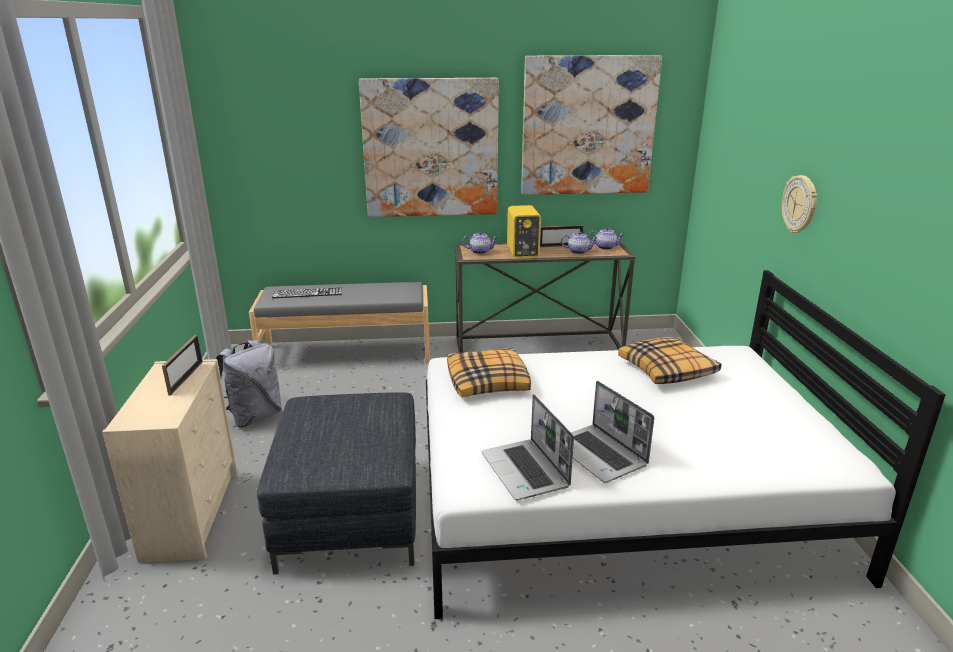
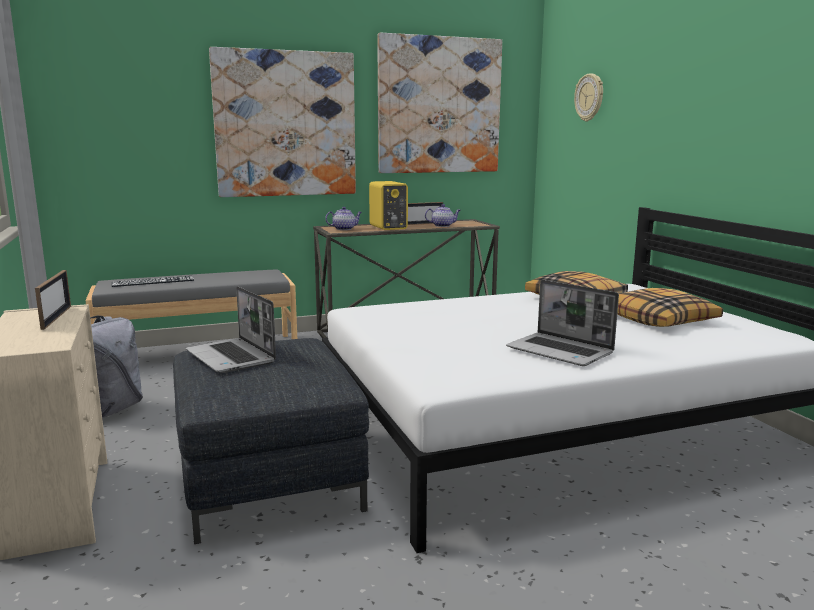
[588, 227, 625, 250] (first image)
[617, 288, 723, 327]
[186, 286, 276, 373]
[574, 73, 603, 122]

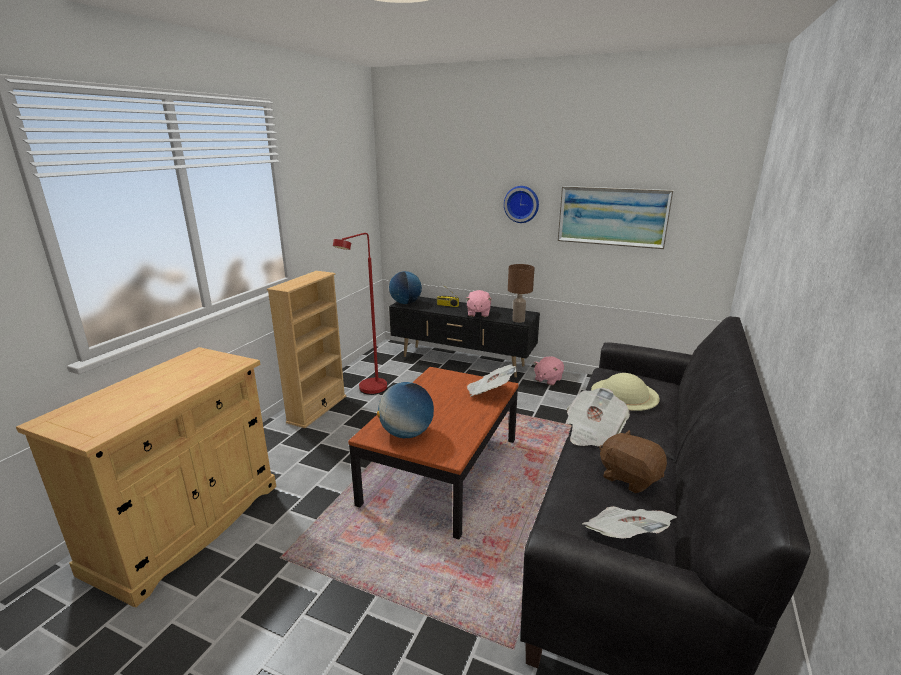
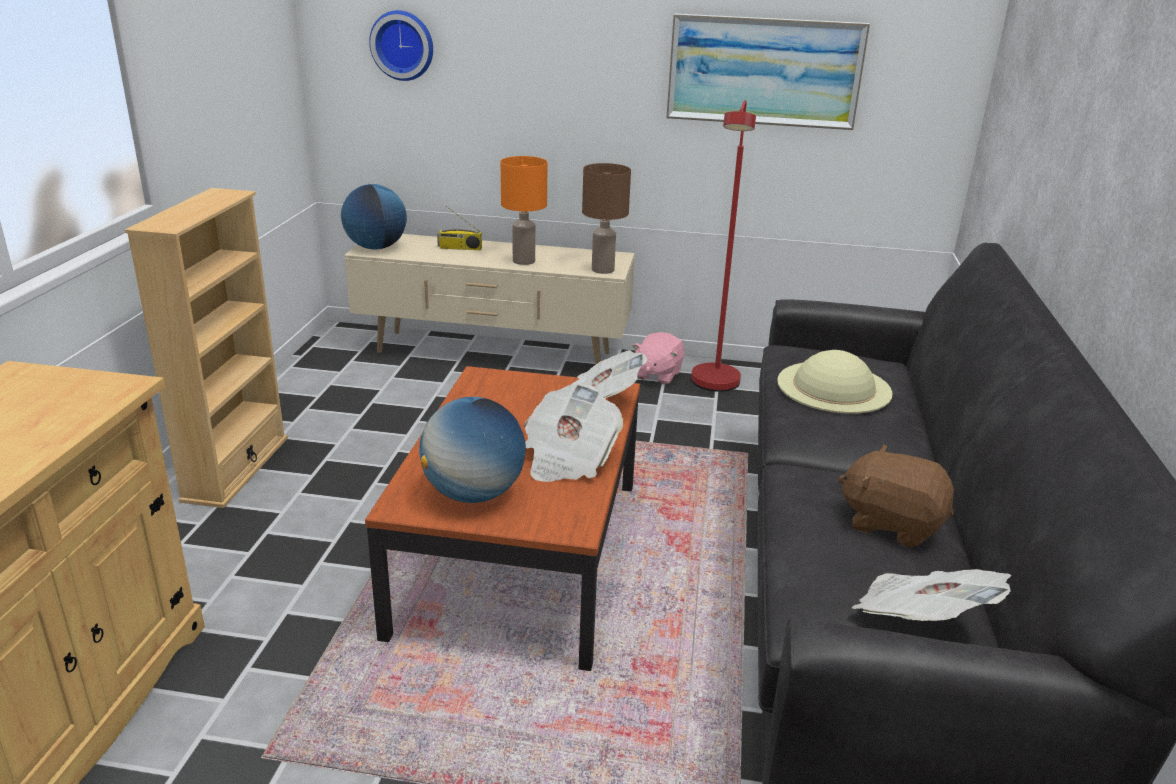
[691, 100, 756, 392]
[369, 10, 433, 81]
[524, 384, 623, 482]
[501, 156, 548, 265]
[345, 234, 635, 364]

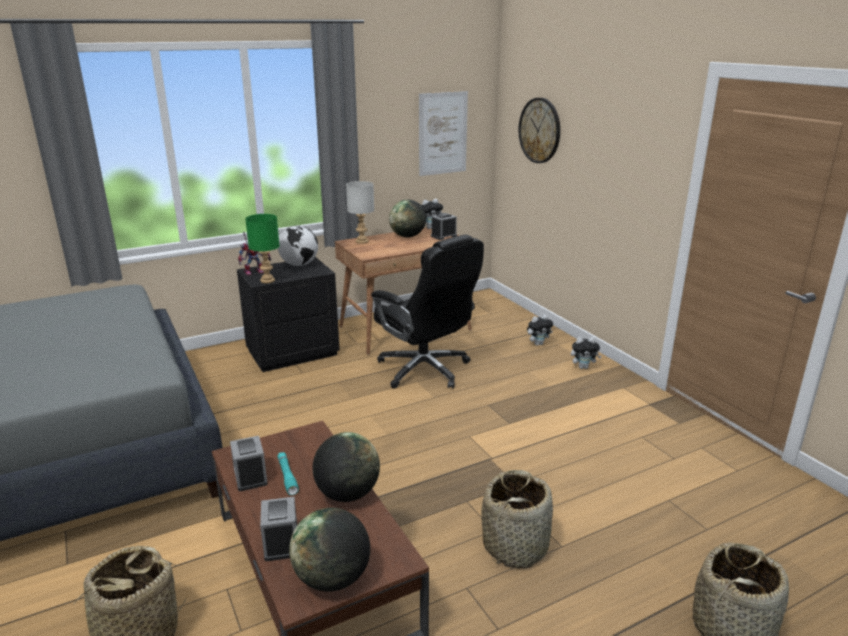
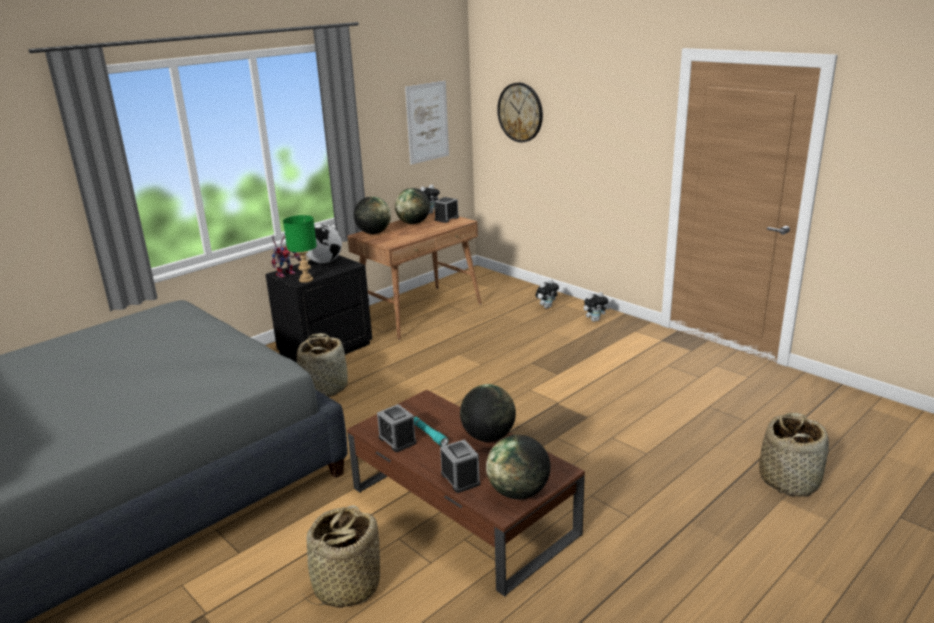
[371, 235, 484, 389] (first image)
[297, 333, 348, 397]
[354, 196, 391, 234]

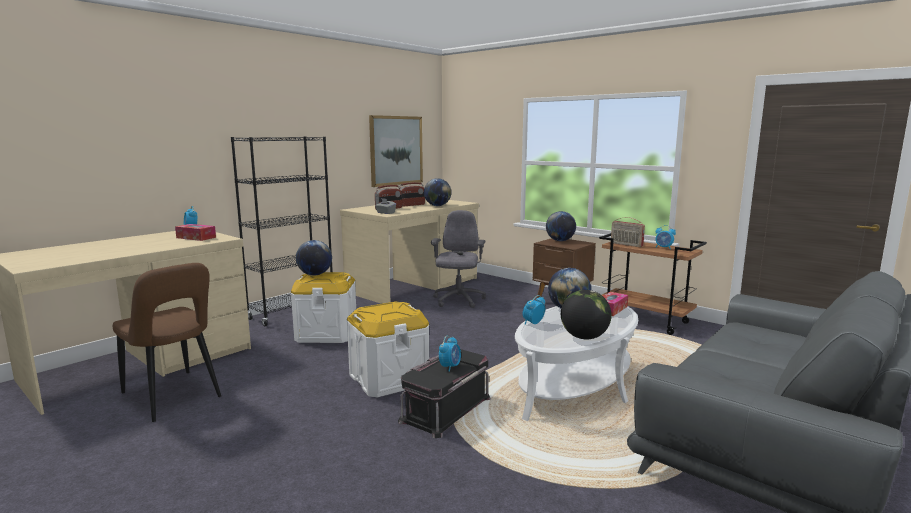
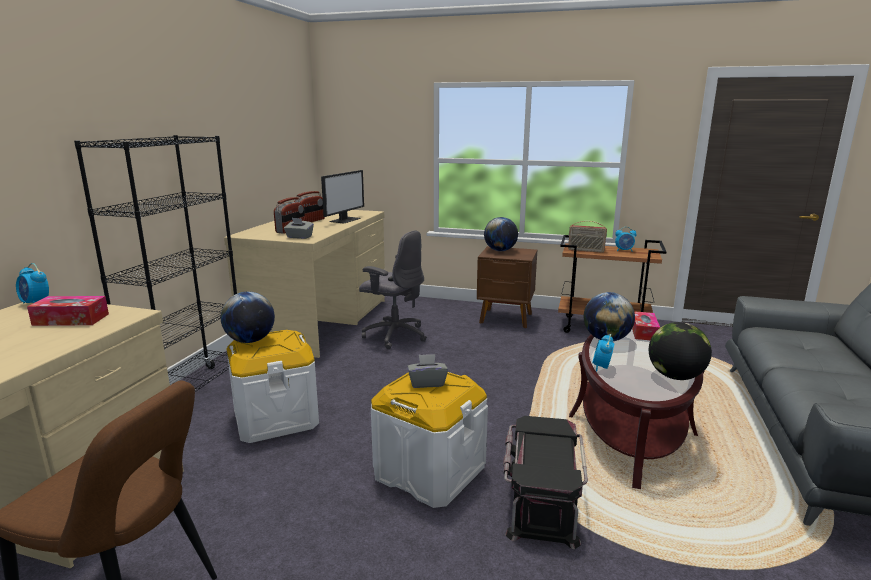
[369, 115, 423, 187] (first image)
[439, 336, 461, 372] (first image)
[408, 354, 448, 388]
[321, 170, 364, 223]
[569, 330, 704, 489]
[359, 230, 427, 349]

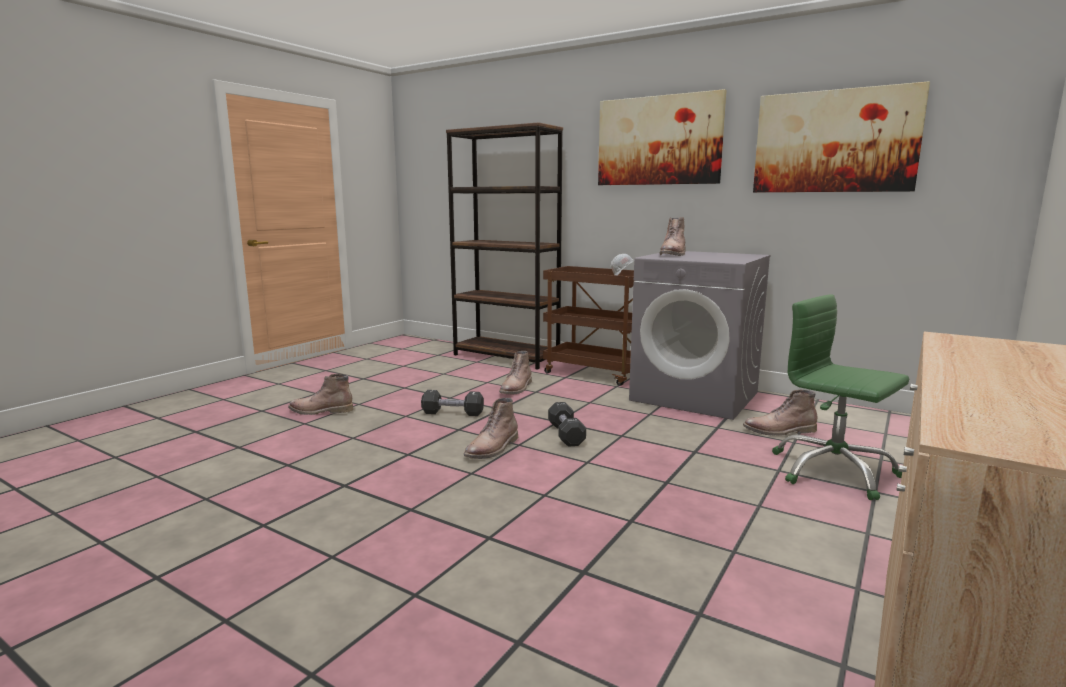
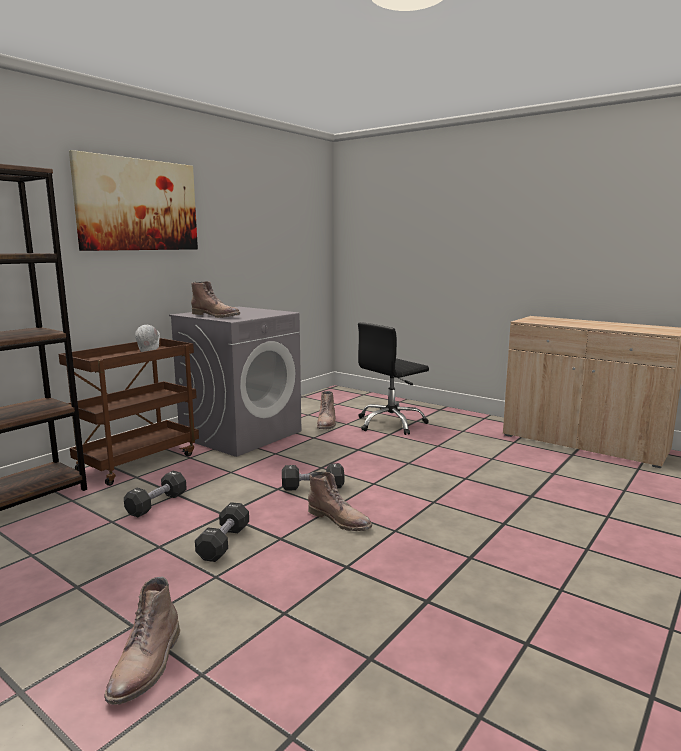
[753, 81, 930, 192] (first image)
[124, 471, 187, 517]
[358, 322, 429, 435]

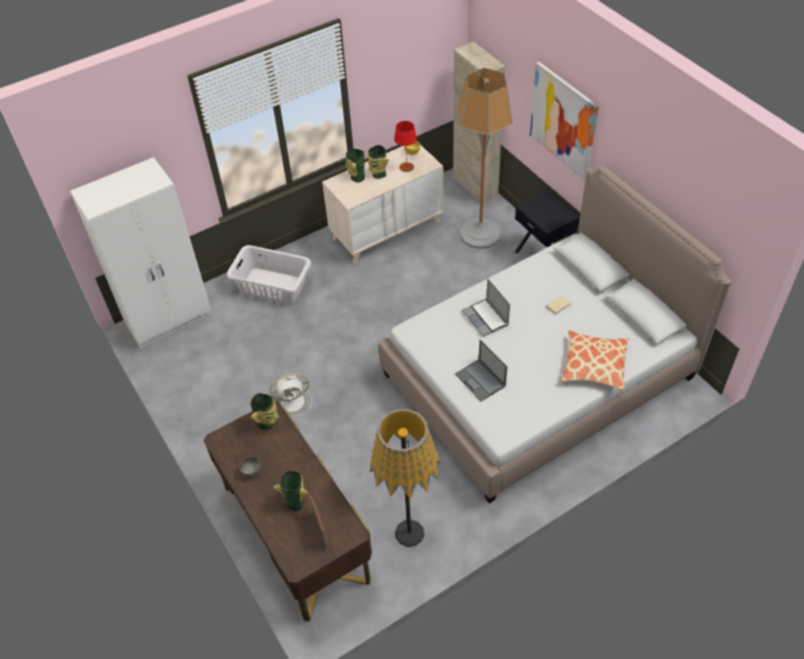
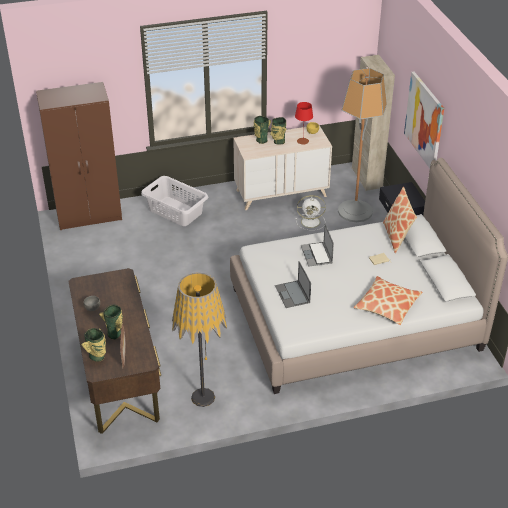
[383, 187, 417, 253]
[82, 328, 106, 362]
[295, 195, 326, 230]
[36, 82, 122, 230]

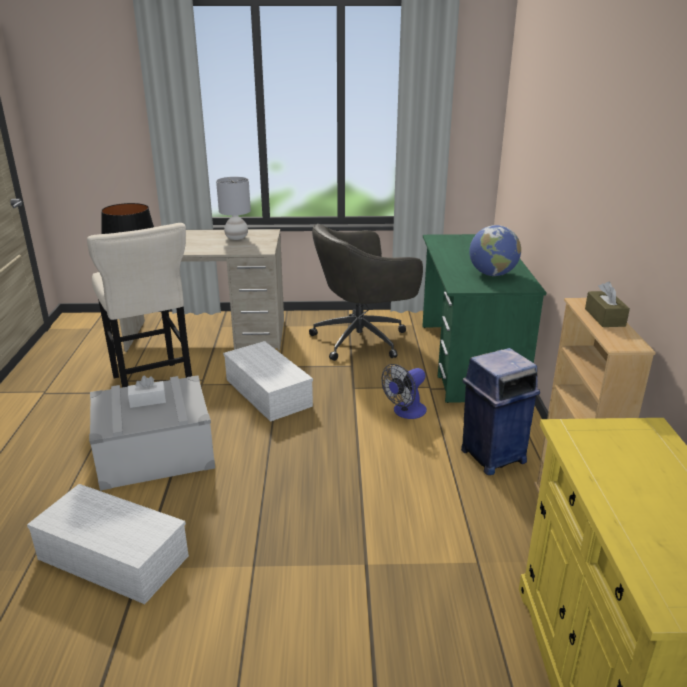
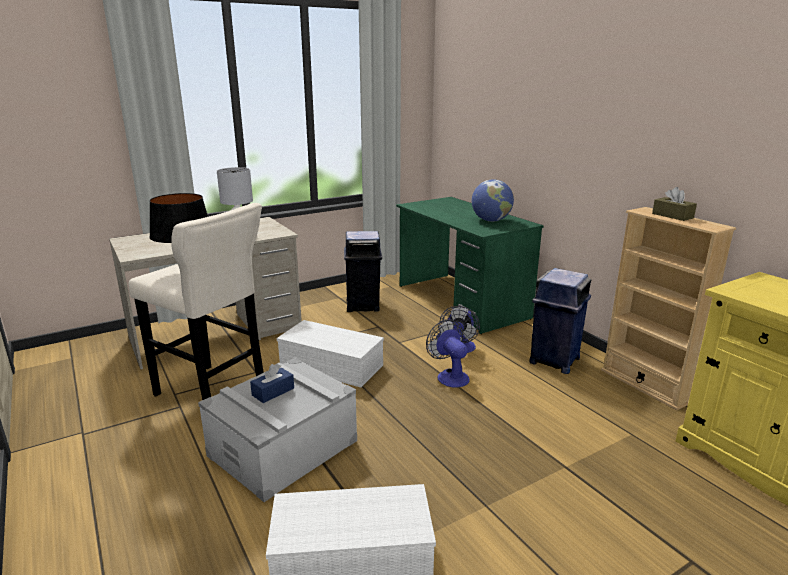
[426, 320, 470, 388]
[344, 231, 382, 312]
[250, 364, 294, 403]

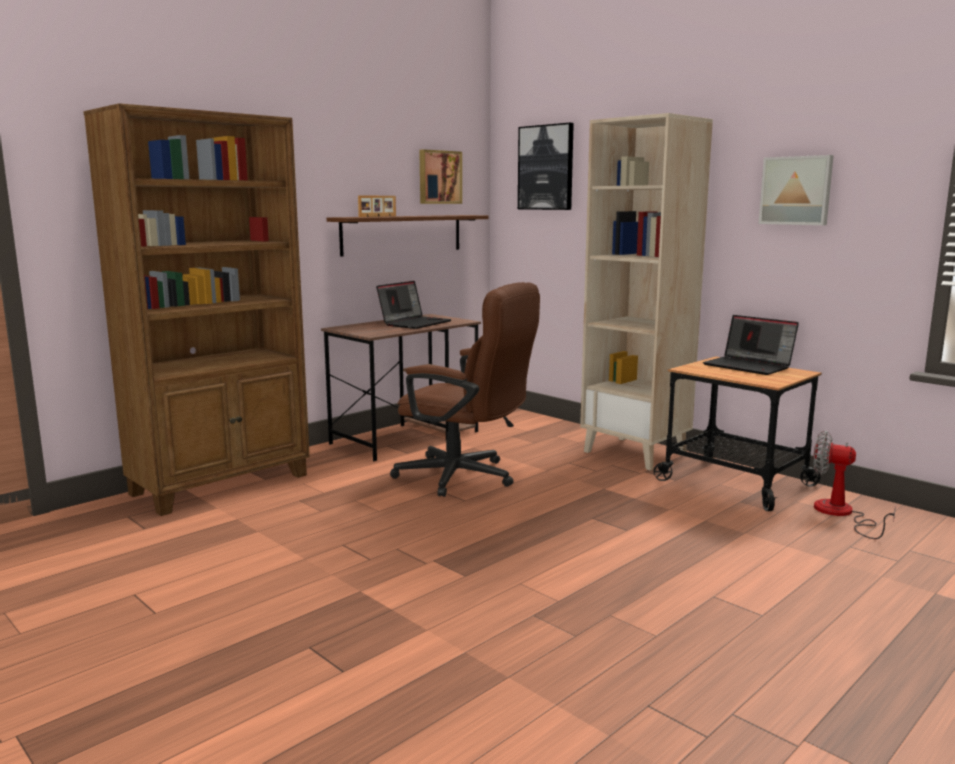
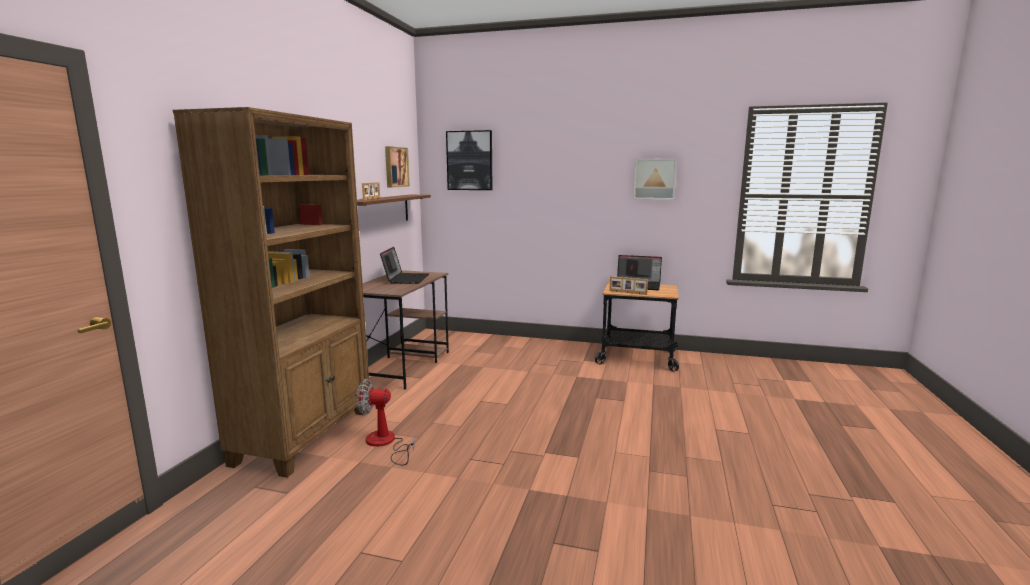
[390, 282, 540, 497] (first image)
[580, 113, 713, 471] (first image)
[609, 276, 648, 295]
[357, 379, 415, 466]

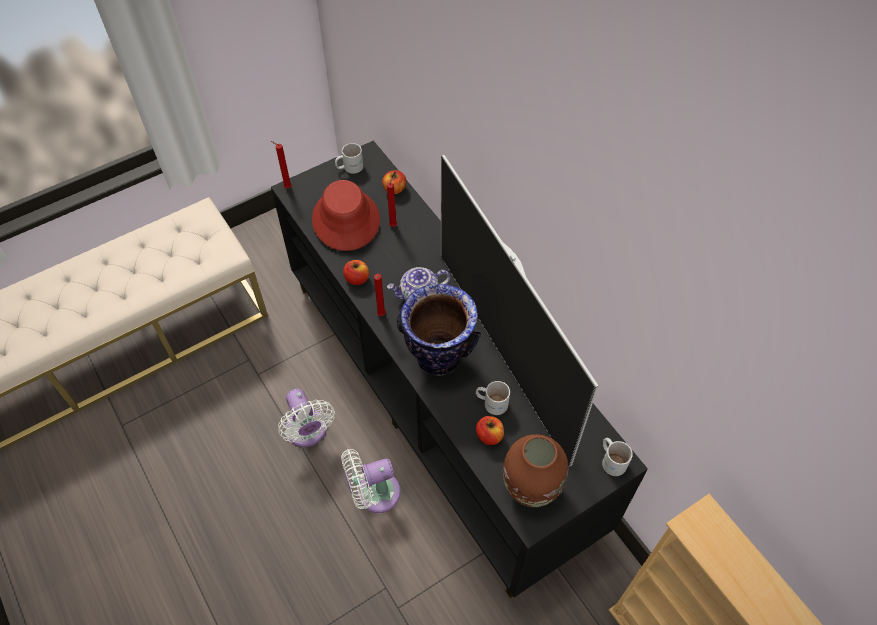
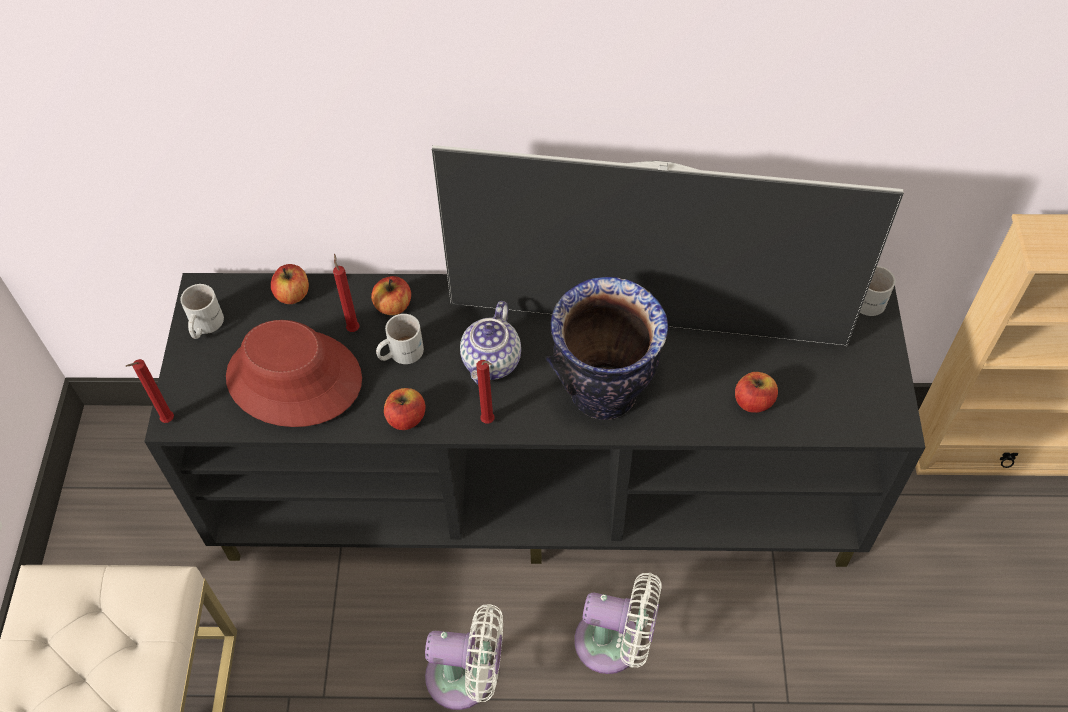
[503, 434, 569, 507] (first image)
[371, 276, 411, 315]
[376, 314, 424, 364]
[574, 573, 661, 674]

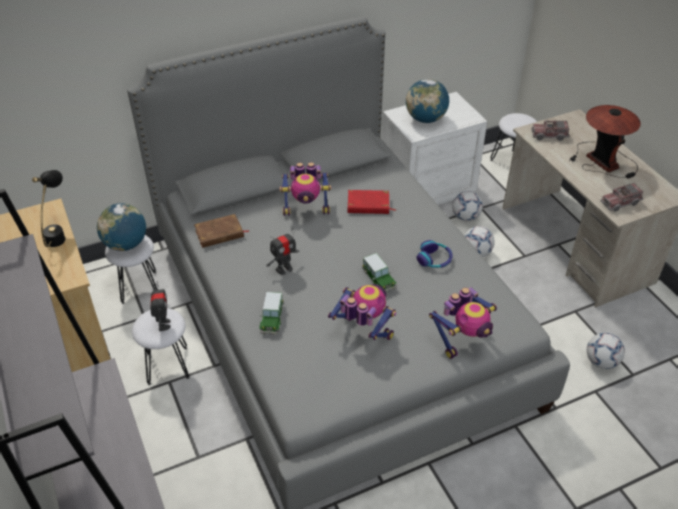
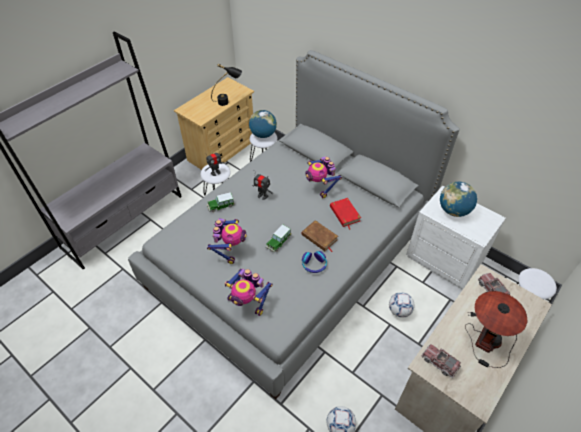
[452, 191, 483, 221] (first image)
[301, 220, 338, 252]

